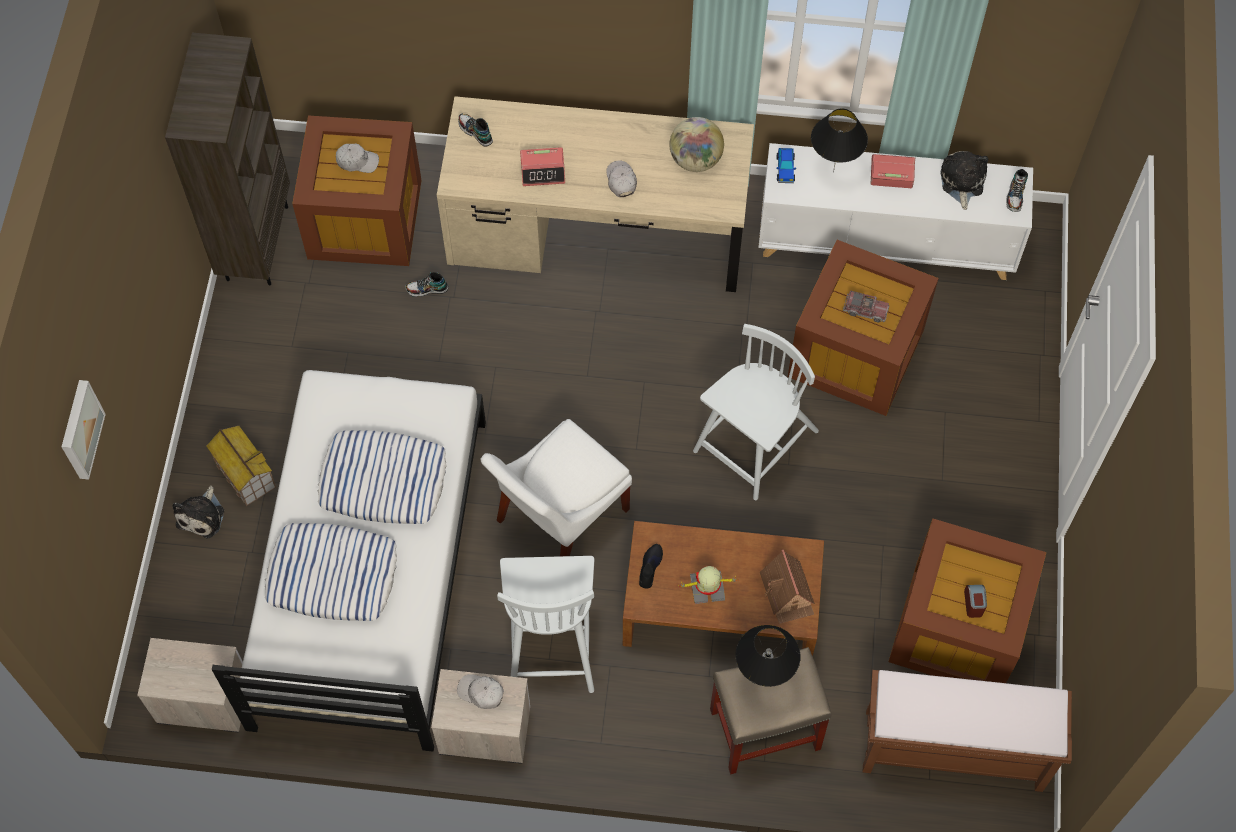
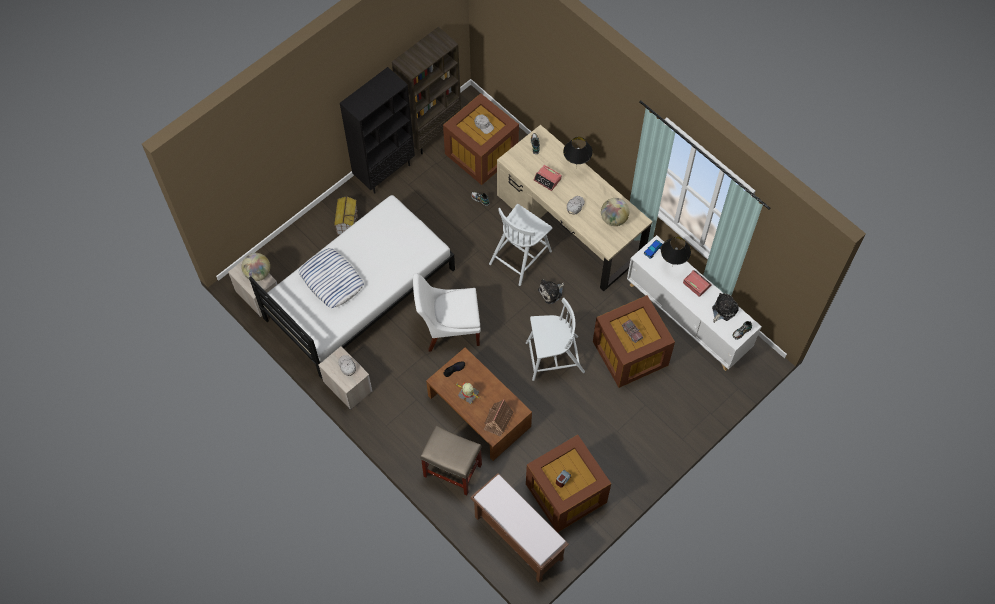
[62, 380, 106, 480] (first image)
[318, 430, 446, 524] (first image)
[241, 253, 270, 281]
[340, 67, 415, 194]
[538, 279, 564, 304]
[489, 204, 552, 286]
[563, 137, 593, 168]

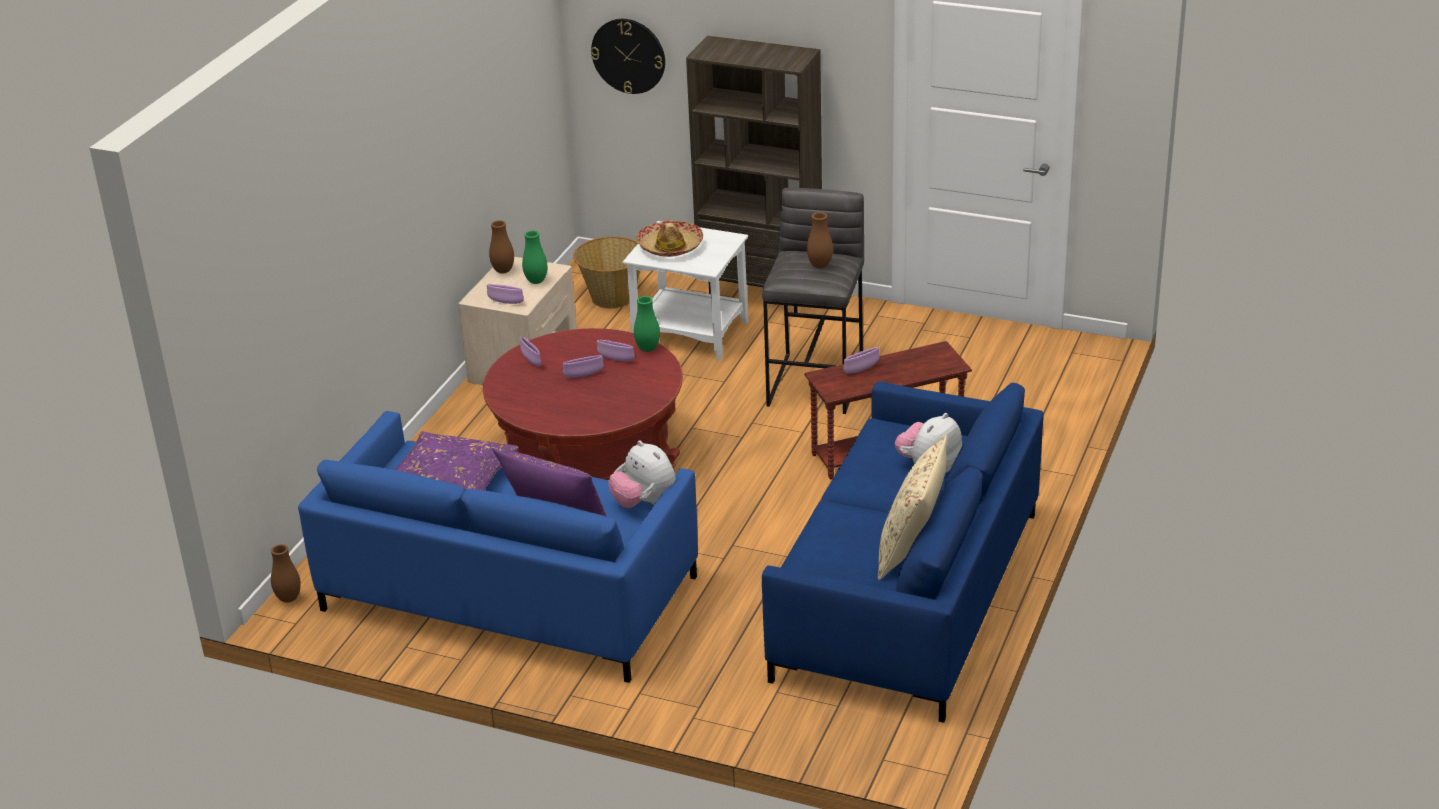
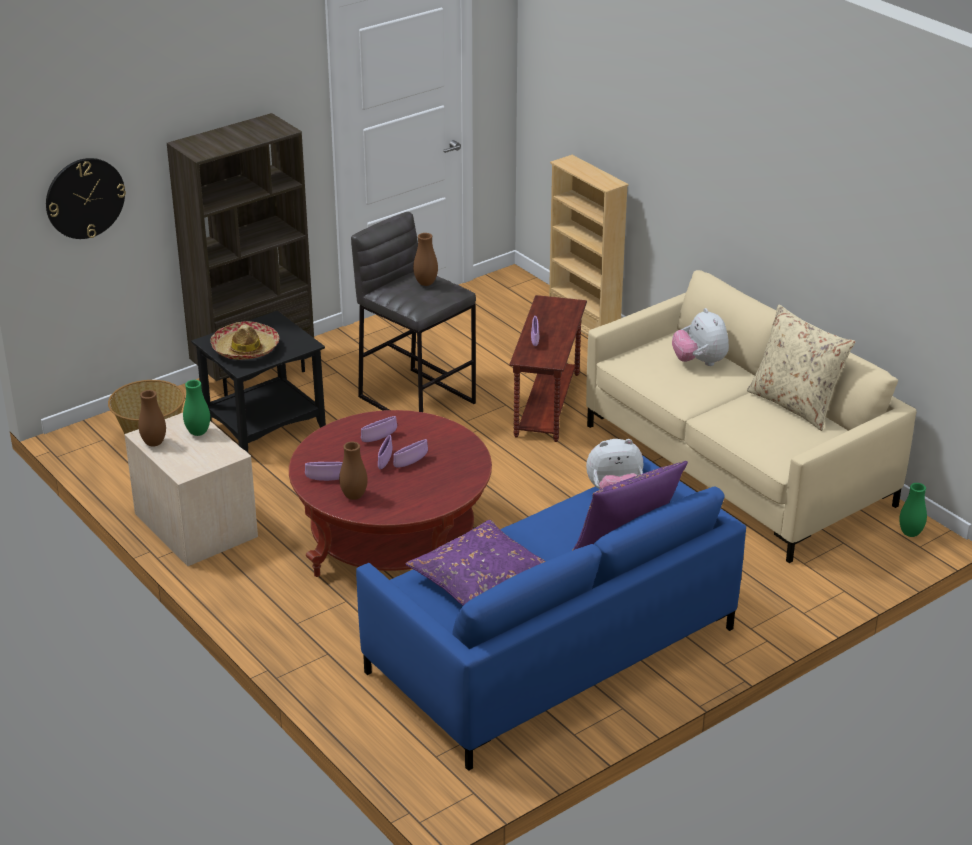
[549, 155, 629, 336]
[339, 442, 368, 500]
[393, 439, 428, 468]
[899, 483, 927, 537]
[191, 311, 326, 453]
[586, 270, 916, 563]

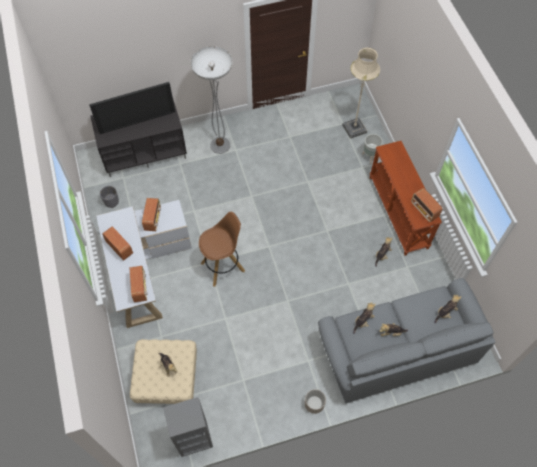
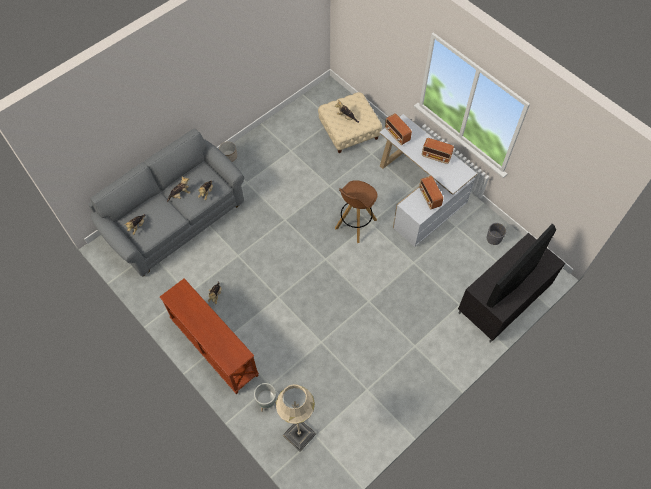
[163, 397, 213, 457] (first image)
[191, 46, 232, 154] (first image)
[411, 188, 442, 222] (first image)

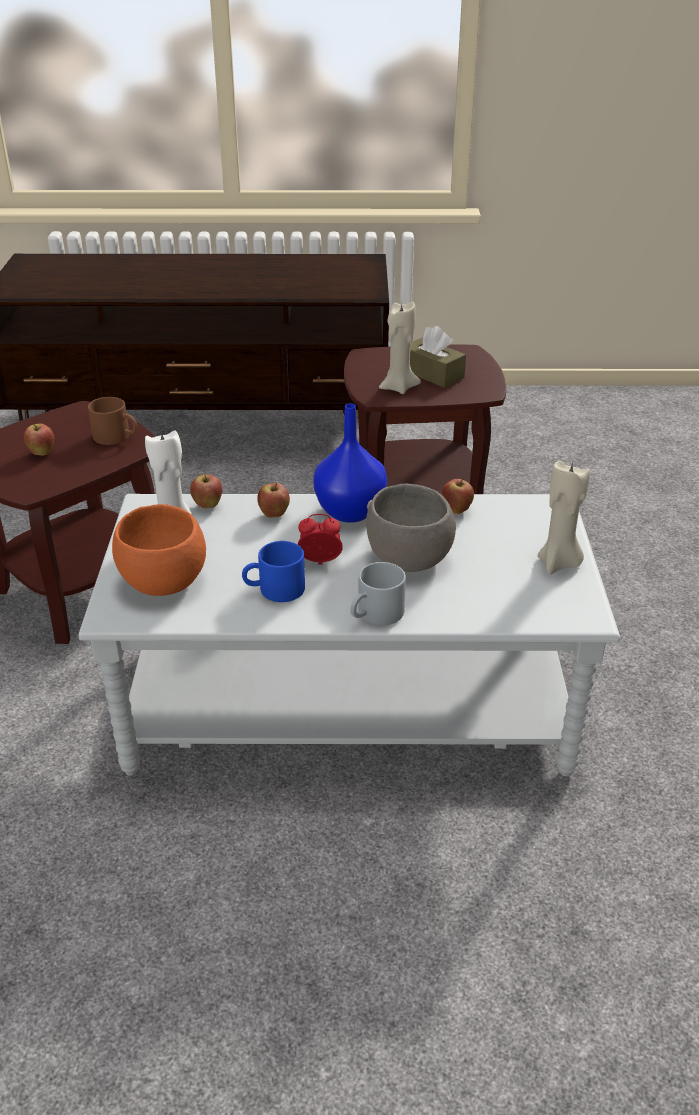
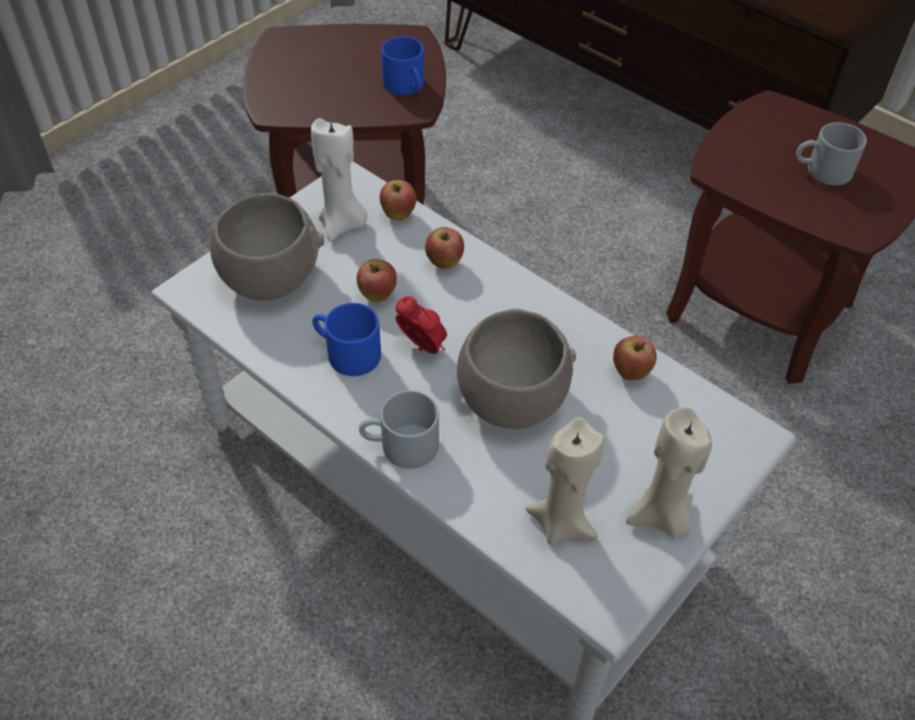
[313, 404, 387, 523] (first image)
[357, 259, 397, 302]
[525, 417, 604, 545]
[796, 122, 867, 185]
[381, 36, 424, 95]
[210, 193, 324, 301]

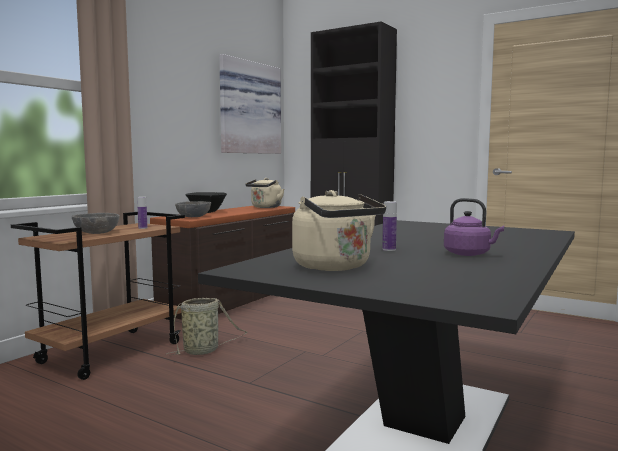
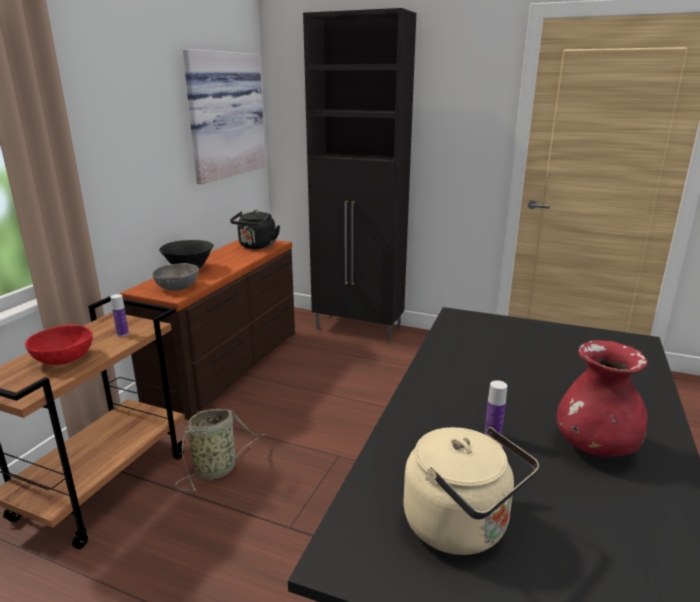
[556, 340, 647, 457]
[25, 325, 93, 365]
[230, 210, 280, 249]

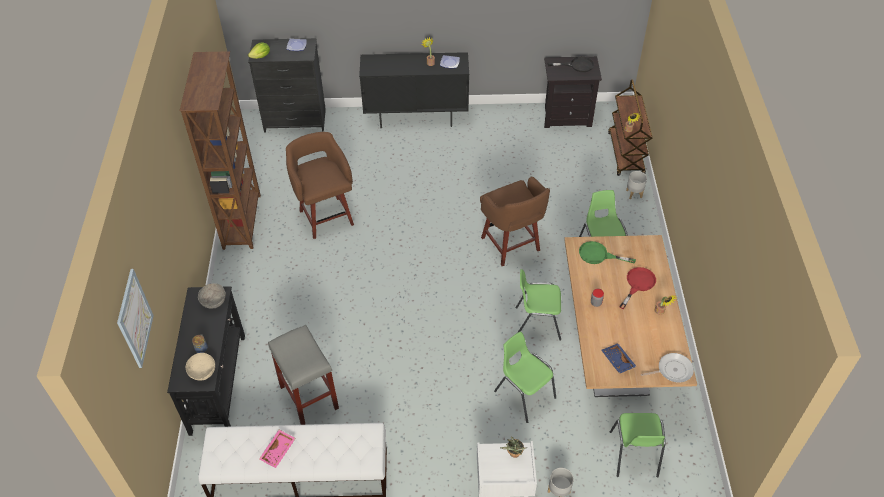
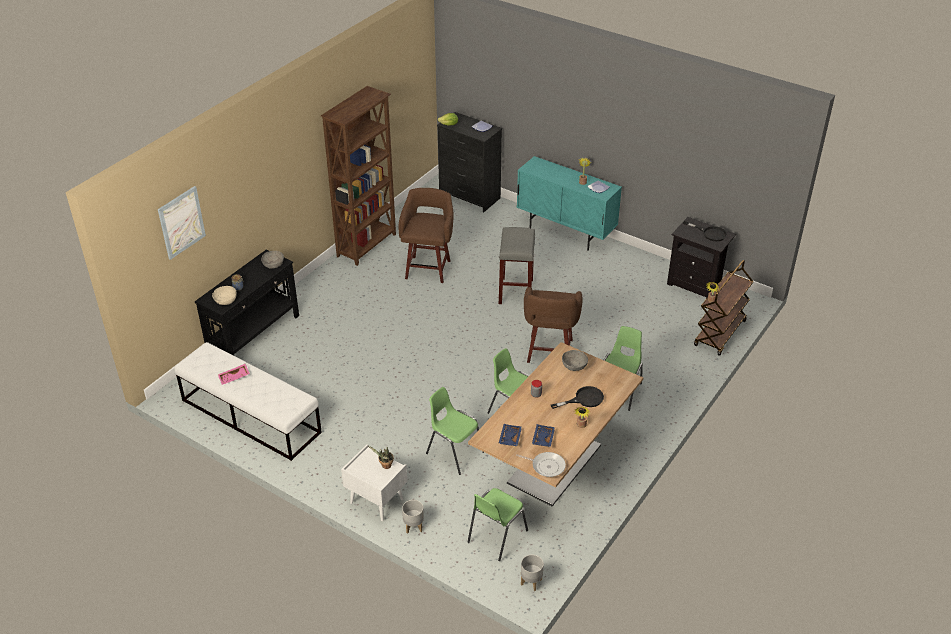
[532, 424, 555, 447]
[499, 227, 535, 304]
[521, 555, 544, 591]
[562, 350, 588, 371]
[517, 156, 622, 251]
[551, 386, 604, 409]
[426, 387, 484, 475]

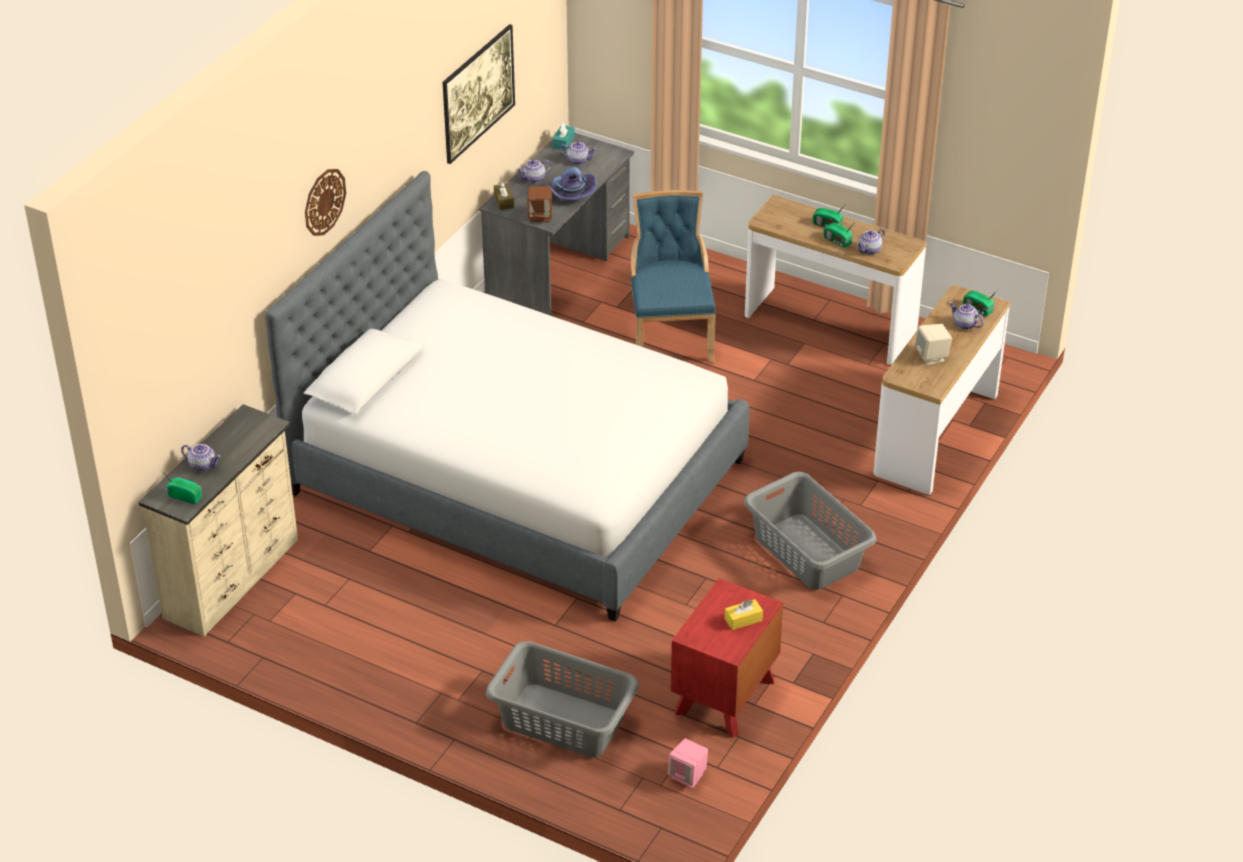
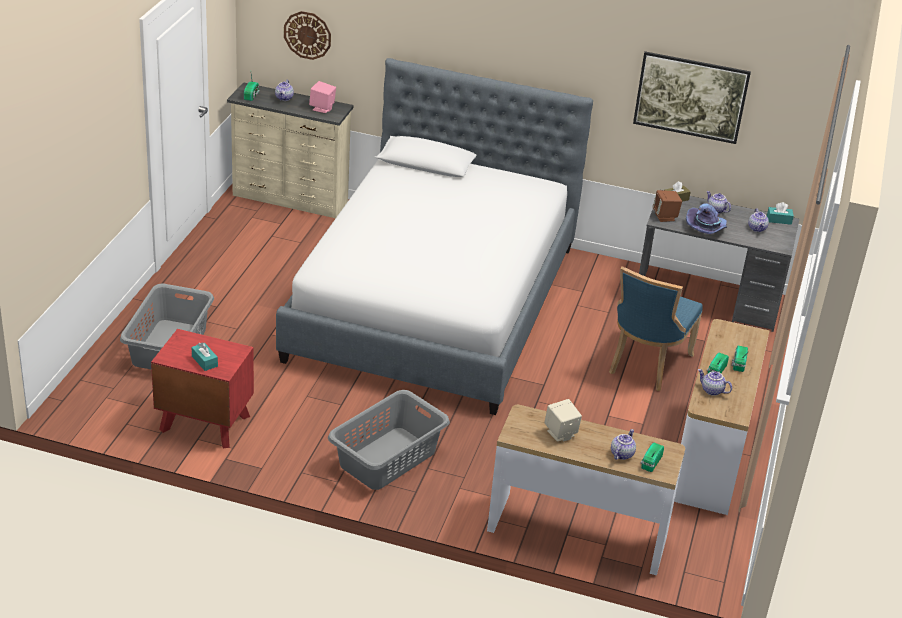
[284, 11, 331, 60]
[309, 81, 336, 113]
[192, 342, 218, 371]
[609, 266, 703, 391]

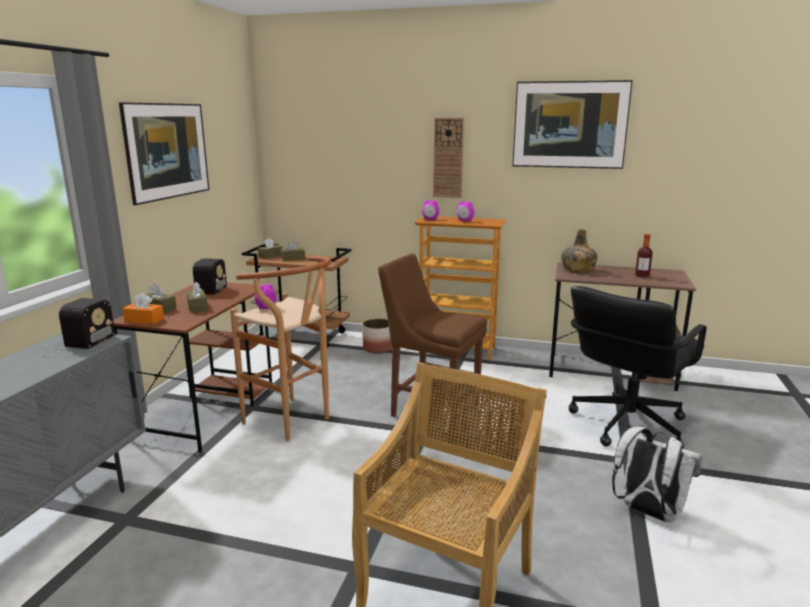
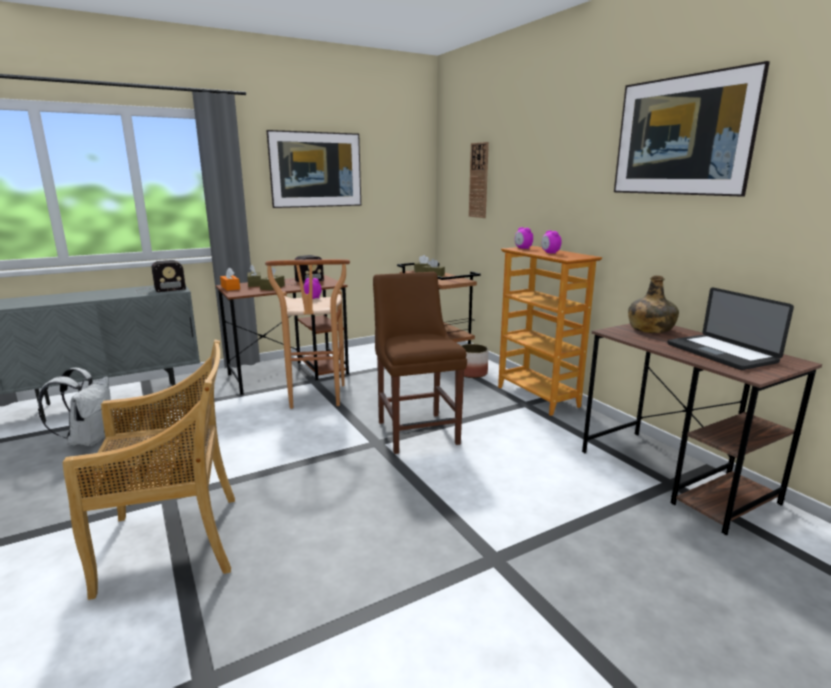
[569, 286, 707, 449] (first image)
[469, 142, 489, 218]
[38, 368, 111, 446]
[667, 287, 794, 370]

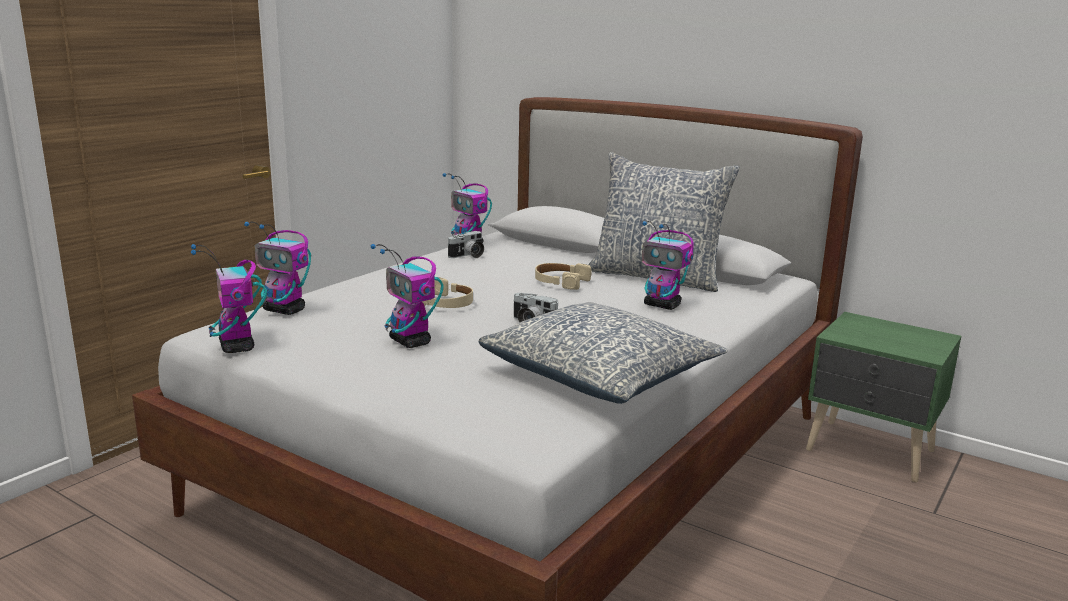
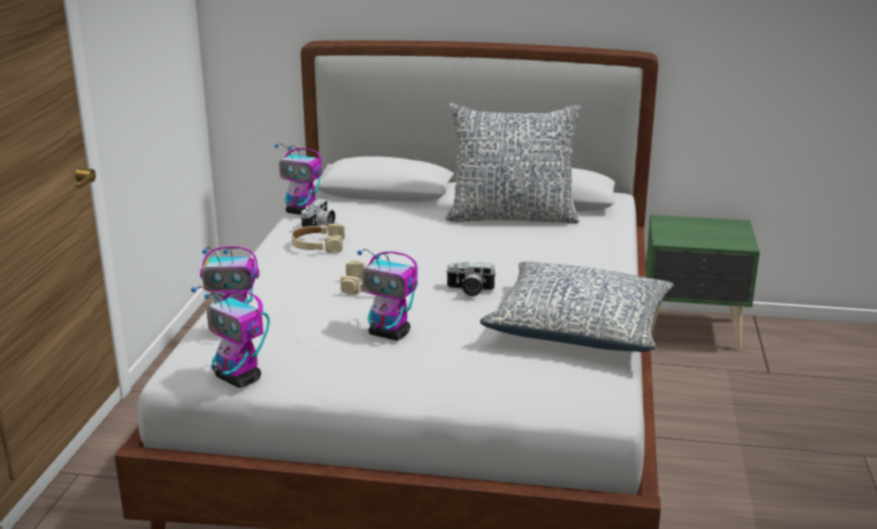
[642, 221, 694, 310] (first image)
[292, 223, 345, 252]

